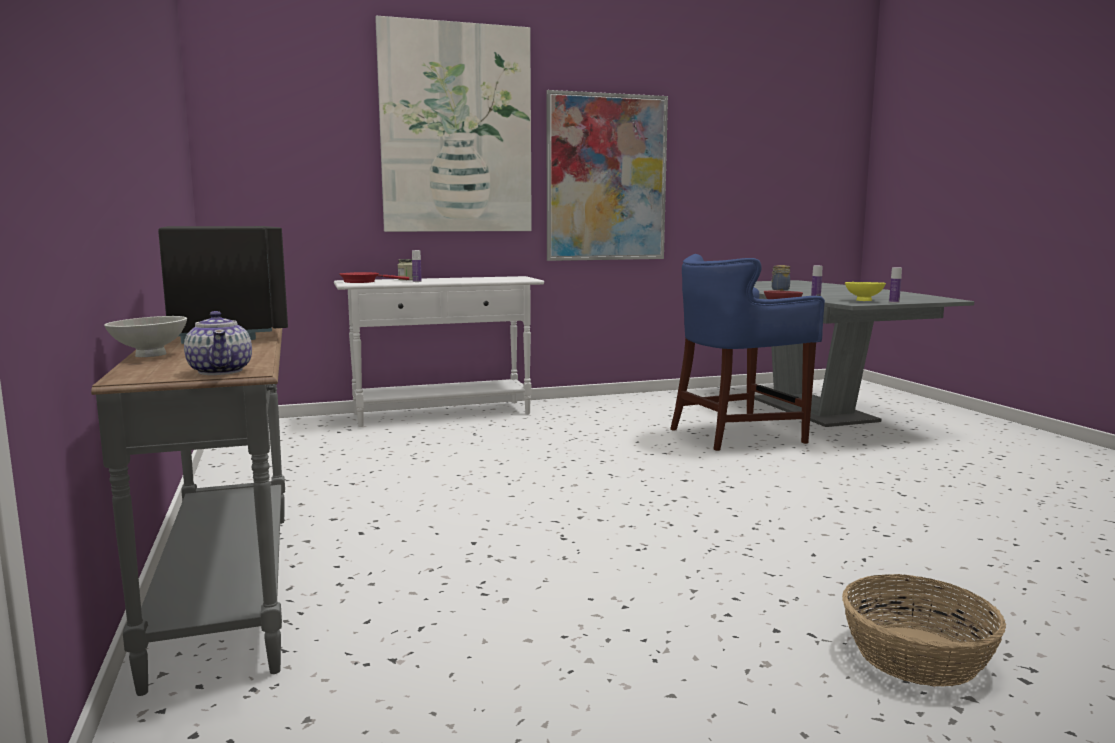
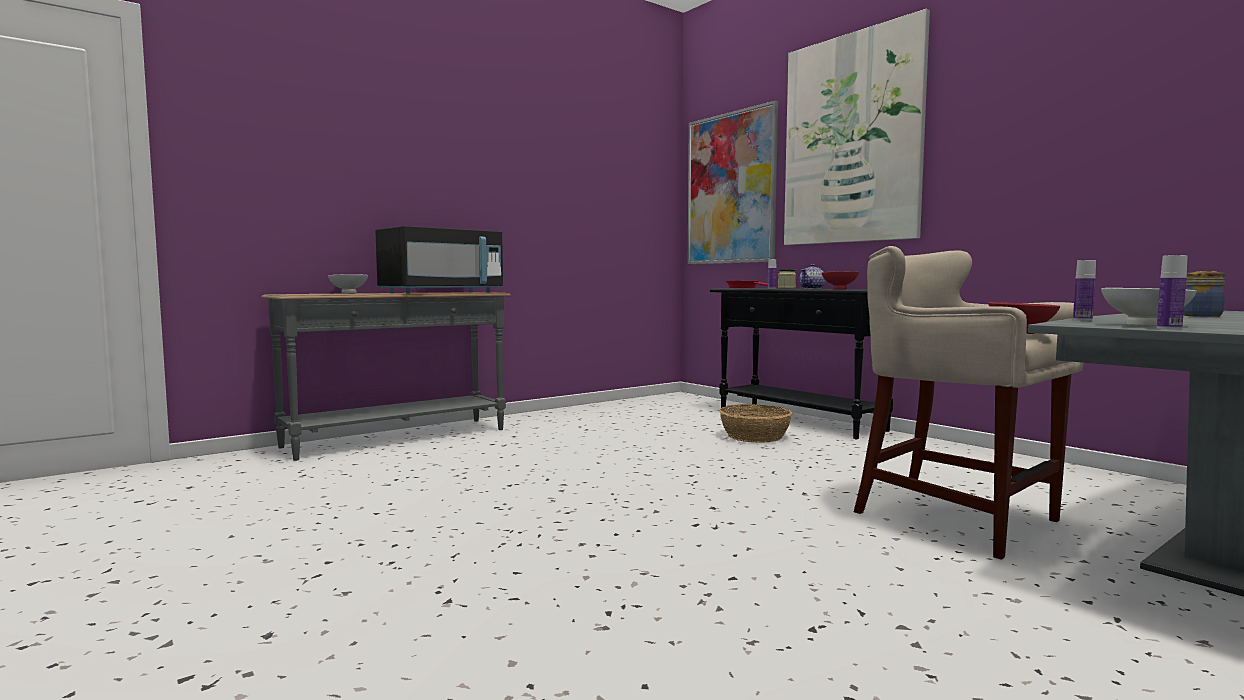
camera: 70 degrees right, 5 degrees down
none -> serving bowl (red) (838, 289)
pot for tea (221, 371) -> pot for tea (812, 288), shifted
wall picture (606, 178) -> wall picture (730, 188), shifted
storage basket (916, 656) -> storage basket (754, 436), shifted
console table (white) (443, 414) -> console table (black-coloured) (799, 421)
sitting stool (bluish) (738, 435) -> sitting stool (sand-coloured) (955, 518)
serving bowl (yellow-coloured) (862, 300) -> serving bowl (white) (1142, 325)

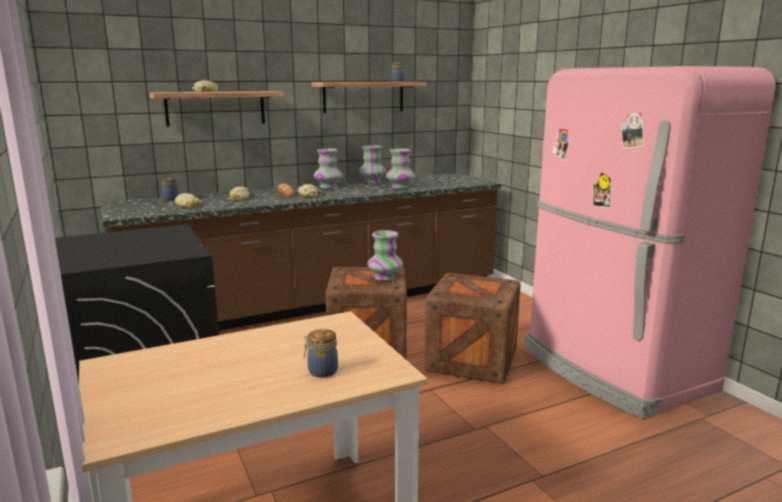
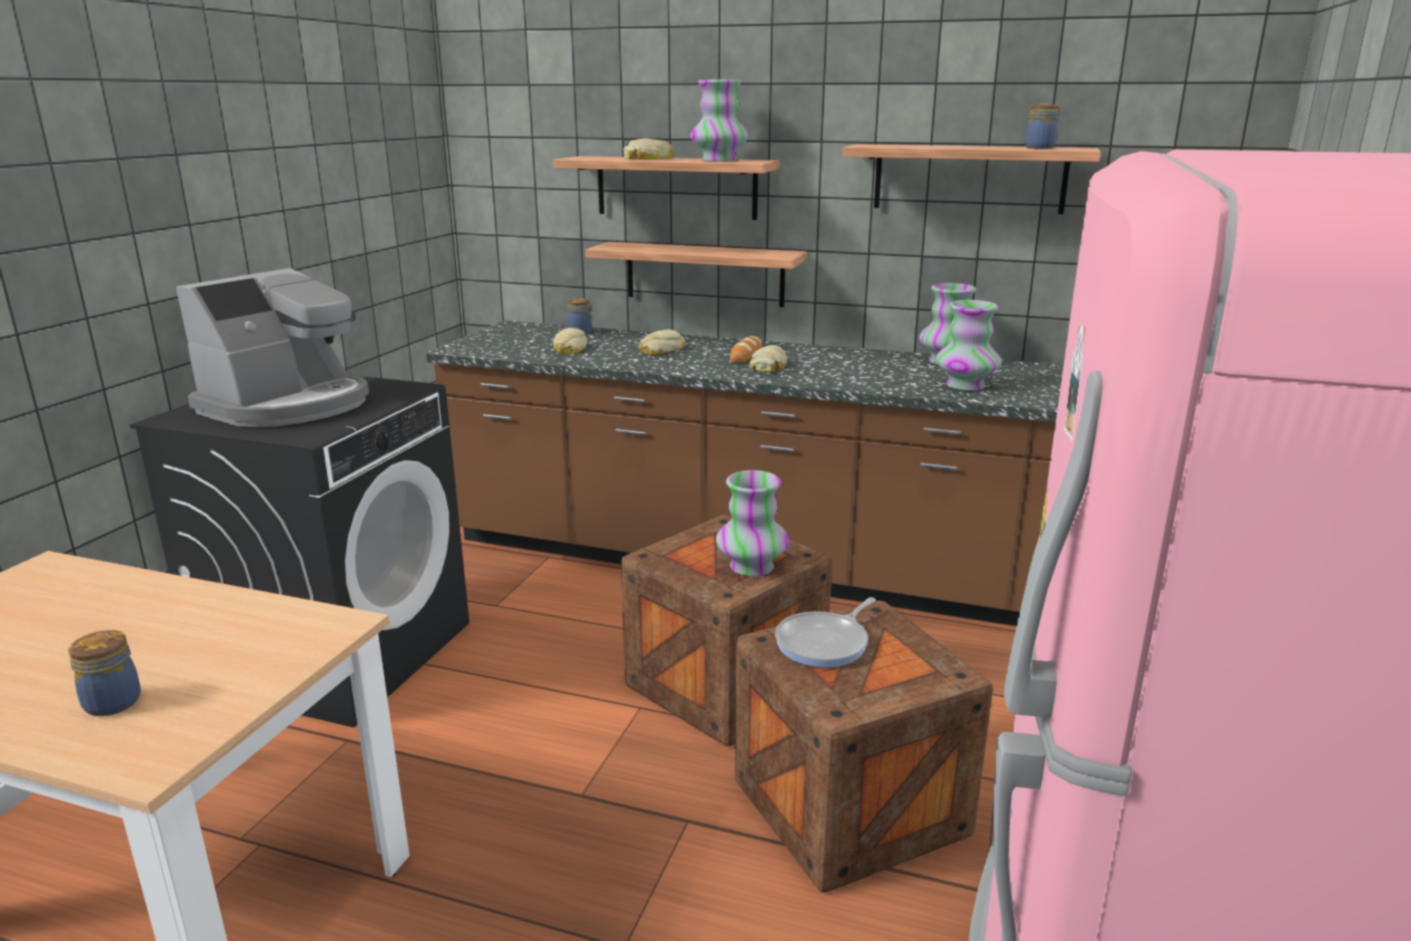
camera: 45 degrees right, 5 degrees up
none -> coffee machine (289, 405)
none -> shelf (704, 274)
none -> frying pan (825, 643)
vase (328, 187) -> vase (719, 161), shifted

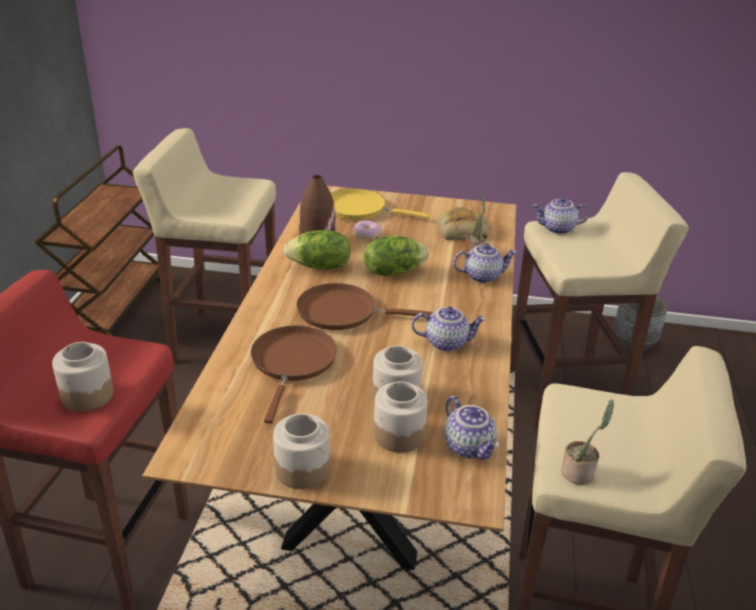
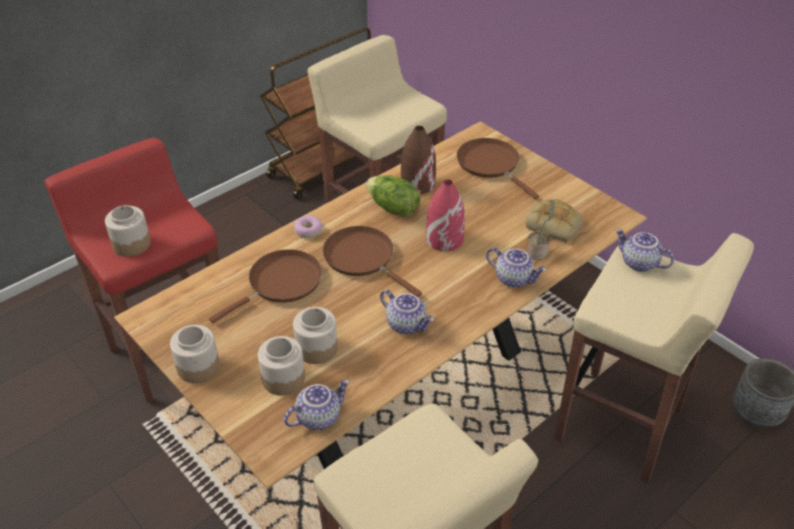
camera: 40 degrees right, 10 degrees up
plant in a pot (579, 472) -> none
ring doughnut (367, 234) -> ring doughnut (308, 231), shifted
lettuce (393, 271) -> vase (red) (444, 239)
frying pan (yellow-coloured) (359, 209) -> frying pan (brown) (490, 164)
pot for tea (470, 447) -> pot for tea (318, 416), 135 degrees counterclockwise

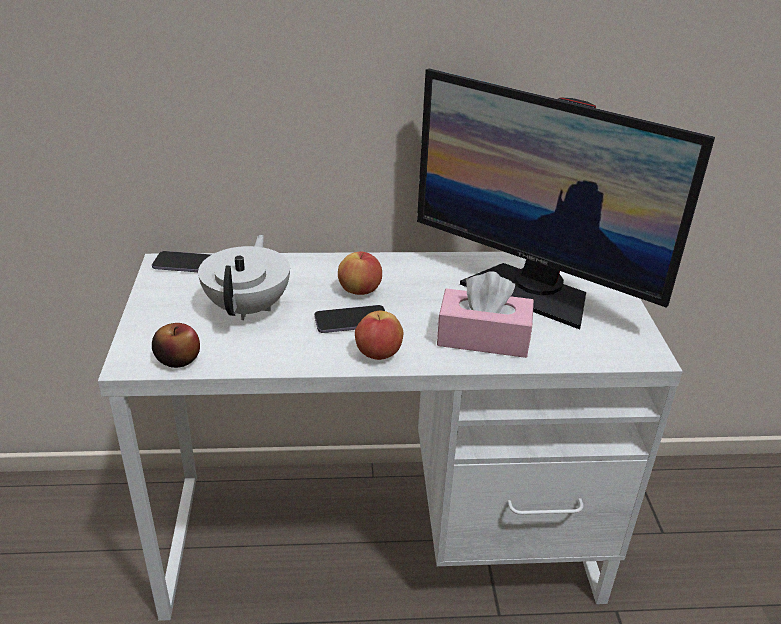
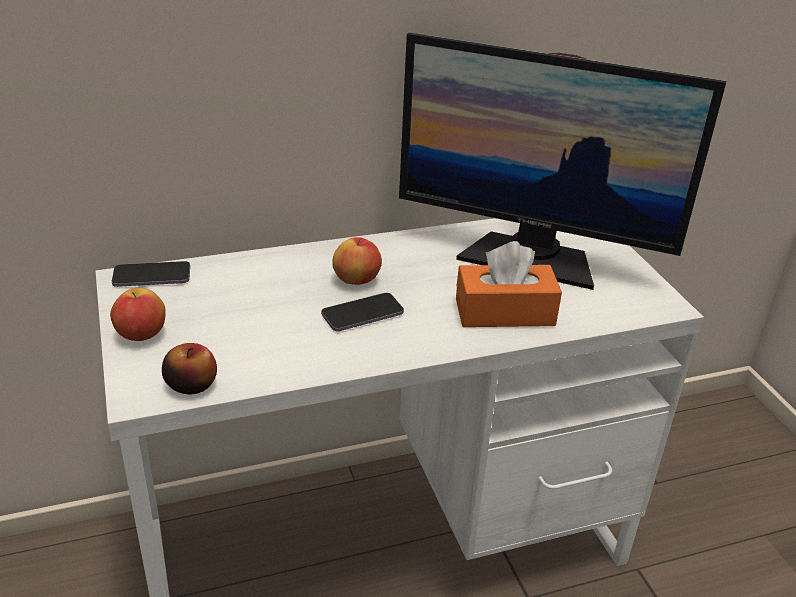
camera: 15 degrees left, 0 degrees up
pot for tea (white) (249, 307) -> none
apple (378, 354) -> apple (141, 335), shifted
box of tissues (pink) (483, 338) -> box of tissues (orange) (504, 312)

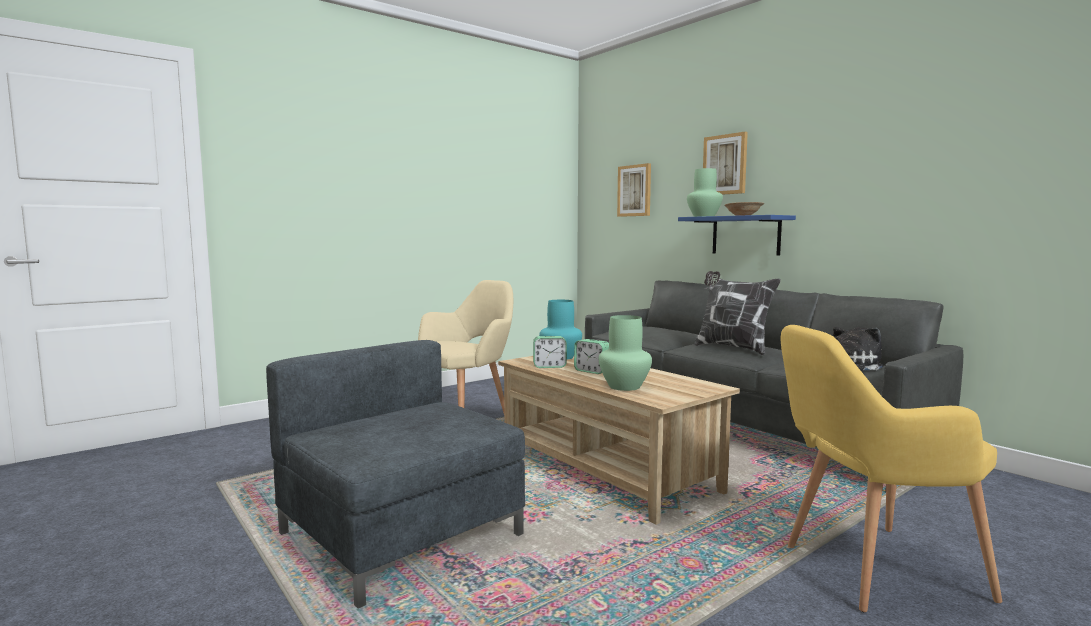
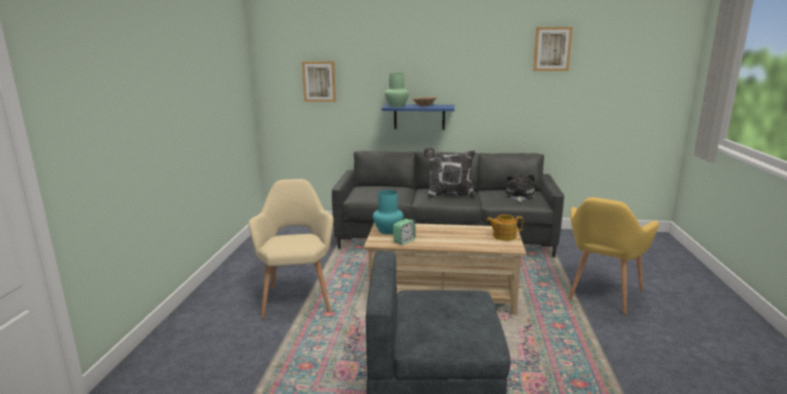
camera: 45 degrees left, 10 degrees up
alarm clock (592, 371) -> none
vase (green) (625, 387) -> none
none -> pot for tea (503, 236)
wall picture (725, 164) -> wall picture (552, 49), shifted

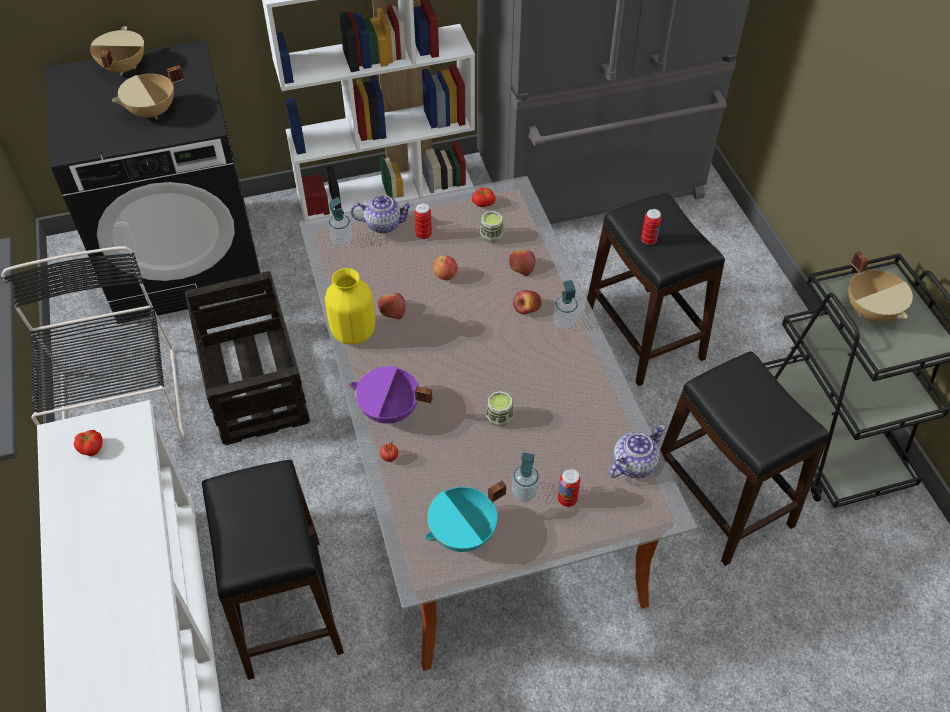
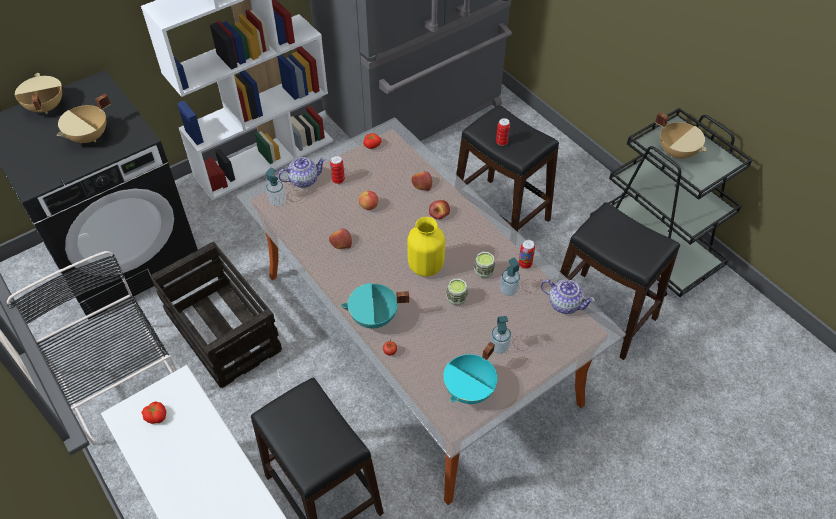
camera: 20 degrees left, 0 degrees up
vase (yellow-coloured) (353, 332) -> vase (yellow-coloured) (425, 266), shifted
small cup (491, 236) -> small cup (483, 272), shifted
soap dispenser (564, 322) -> soap dispenser (508, 290), shifted
metal can (567, 499) -> metal can (525, 264), shifted
stockpot (purple) (389, 411) -> stockpot (blue-green) (374, 318)
pot for tea (633, 464) -> pot for tea (564, 303), 90 degrees clockwise

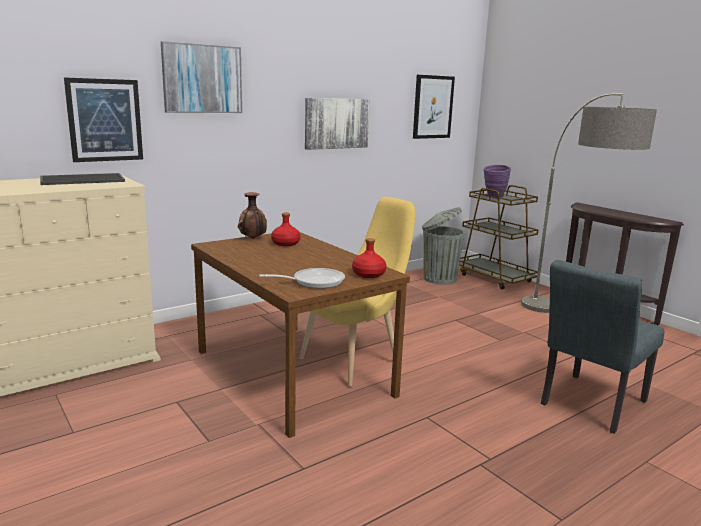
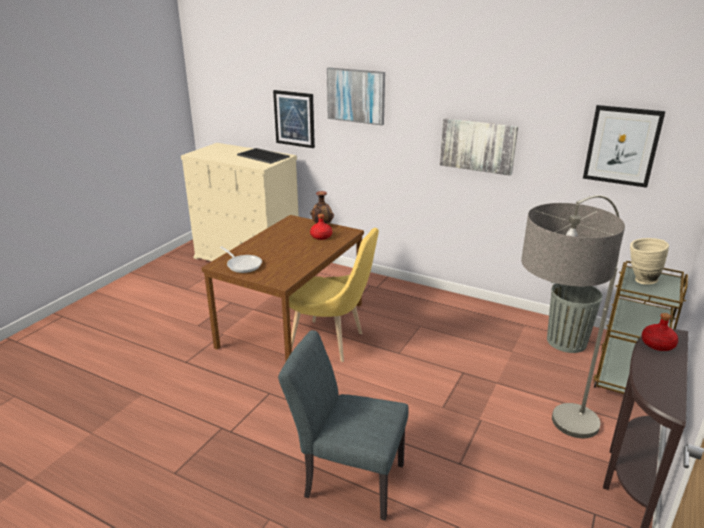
camera: 65 degrees right, 10 degrees up
beverage bottle (red) (369, 274) -> beverage bottle (red) (658, 345), shifted
vase (purple) (494, 198) -> vase (sand-coloured) (640, 280)

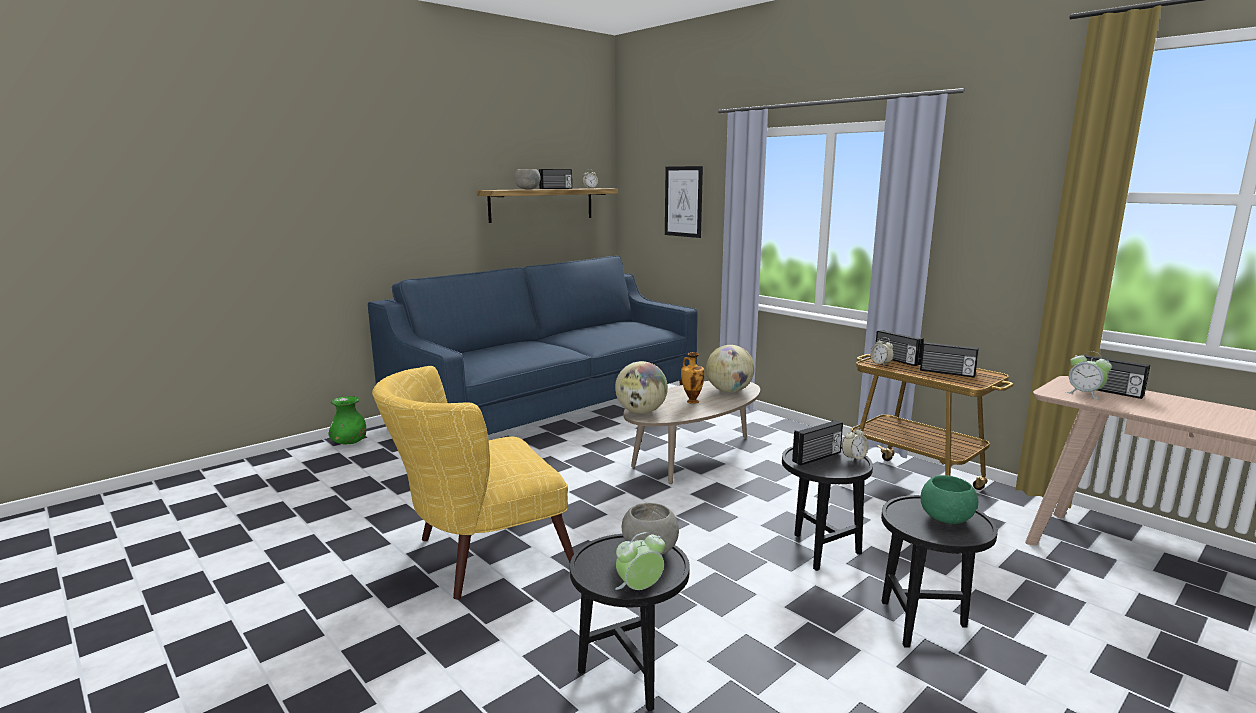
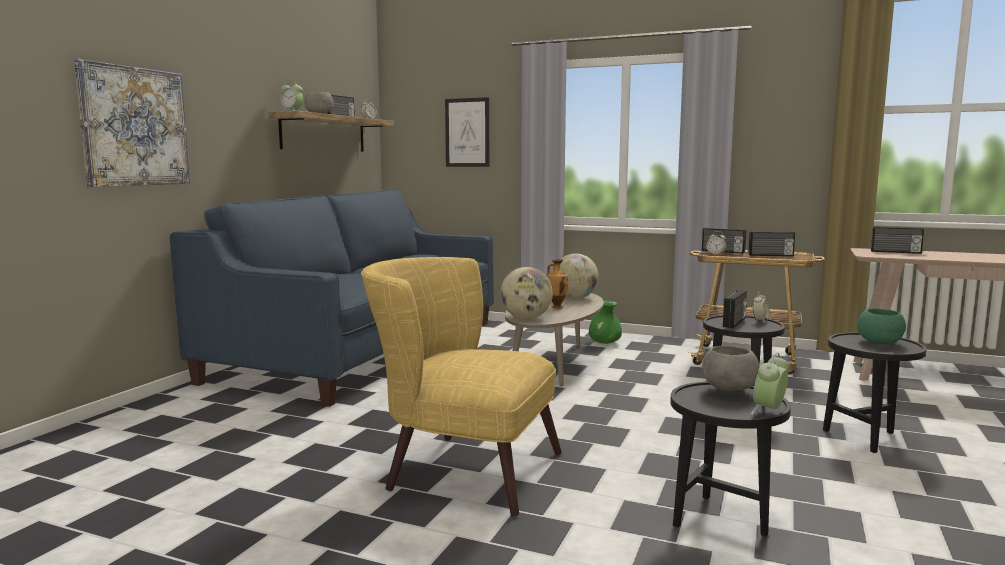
camera: 25 degrees left, 5 degrees down
none -> wall picture (134, 127)
vase (green) (349, 443) -> vase (green) (604, 343), shifted
alarm clock (1084, 394) -> alarm clock (292, 112), shifted
lounge chair (yellow-coloured) (477, 556) -> lounge chair (yellow-coloured) (459, 468), 75 degrees clockwise

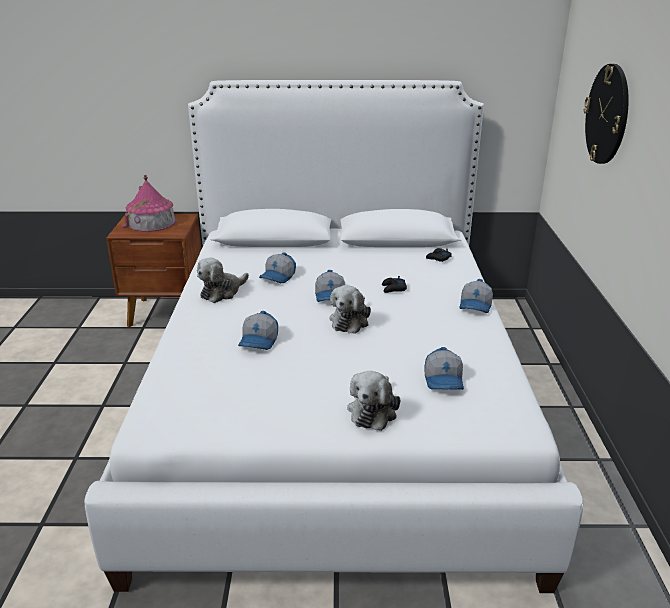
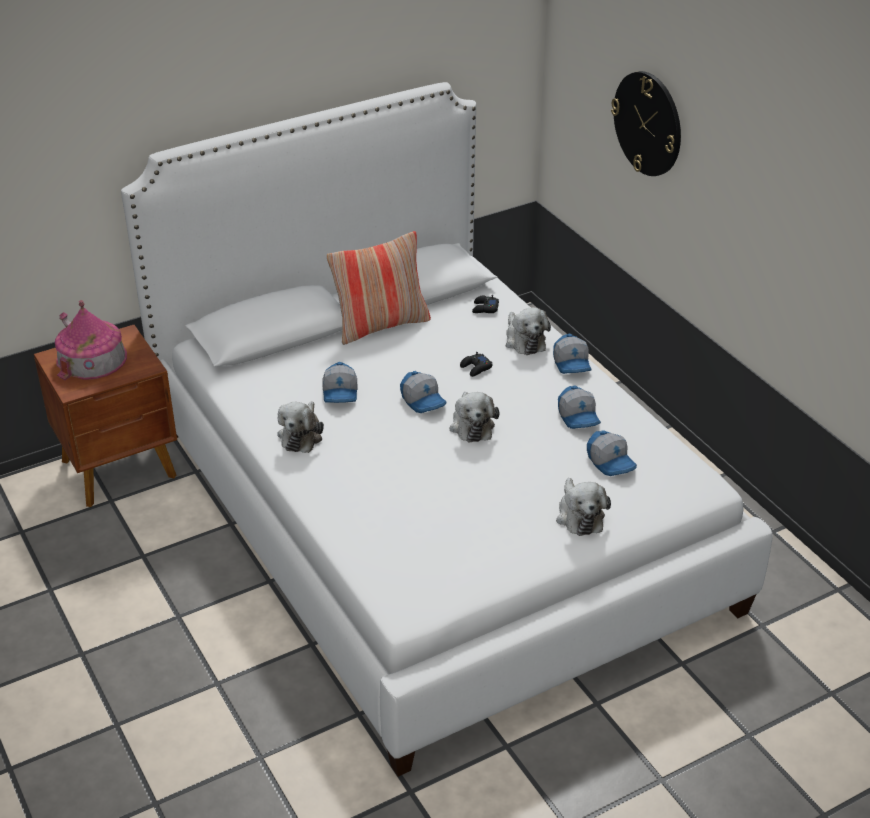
camera: 30 degrees left, 10 degrees up
none -> throw pillow (381, 325)
none -> plush toy (524, 340)
peaked cap (260, 341) -> peaked cap (579, 416), shifted

